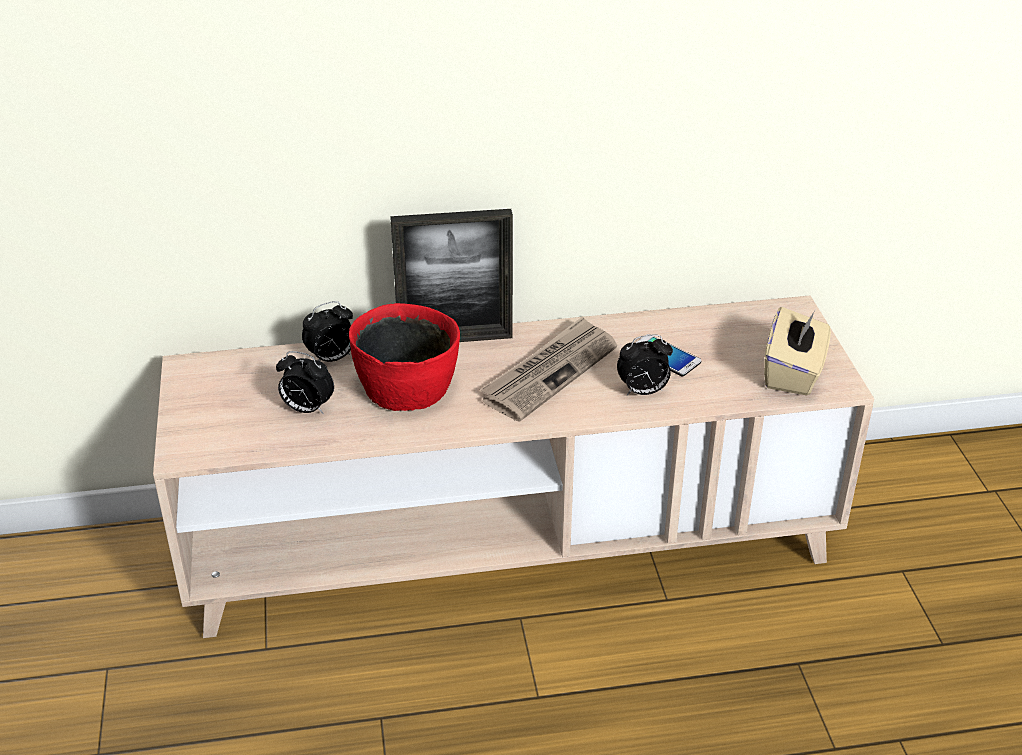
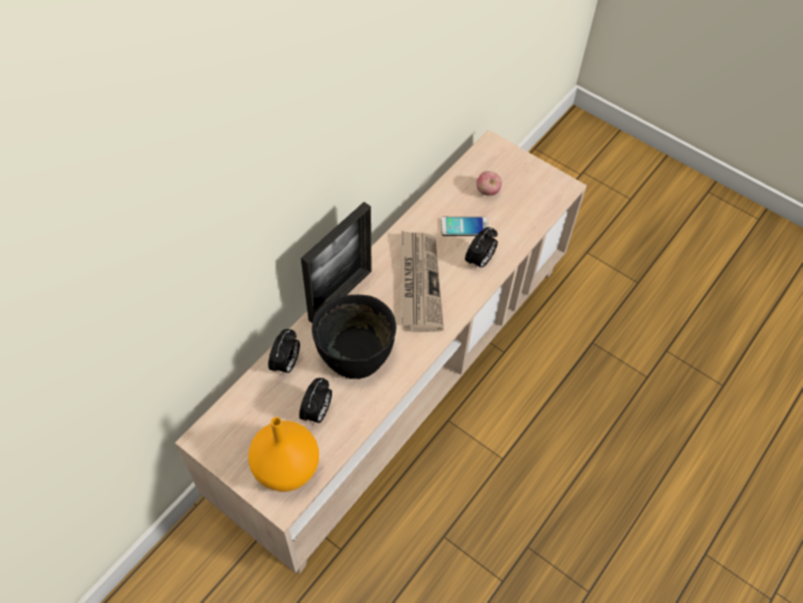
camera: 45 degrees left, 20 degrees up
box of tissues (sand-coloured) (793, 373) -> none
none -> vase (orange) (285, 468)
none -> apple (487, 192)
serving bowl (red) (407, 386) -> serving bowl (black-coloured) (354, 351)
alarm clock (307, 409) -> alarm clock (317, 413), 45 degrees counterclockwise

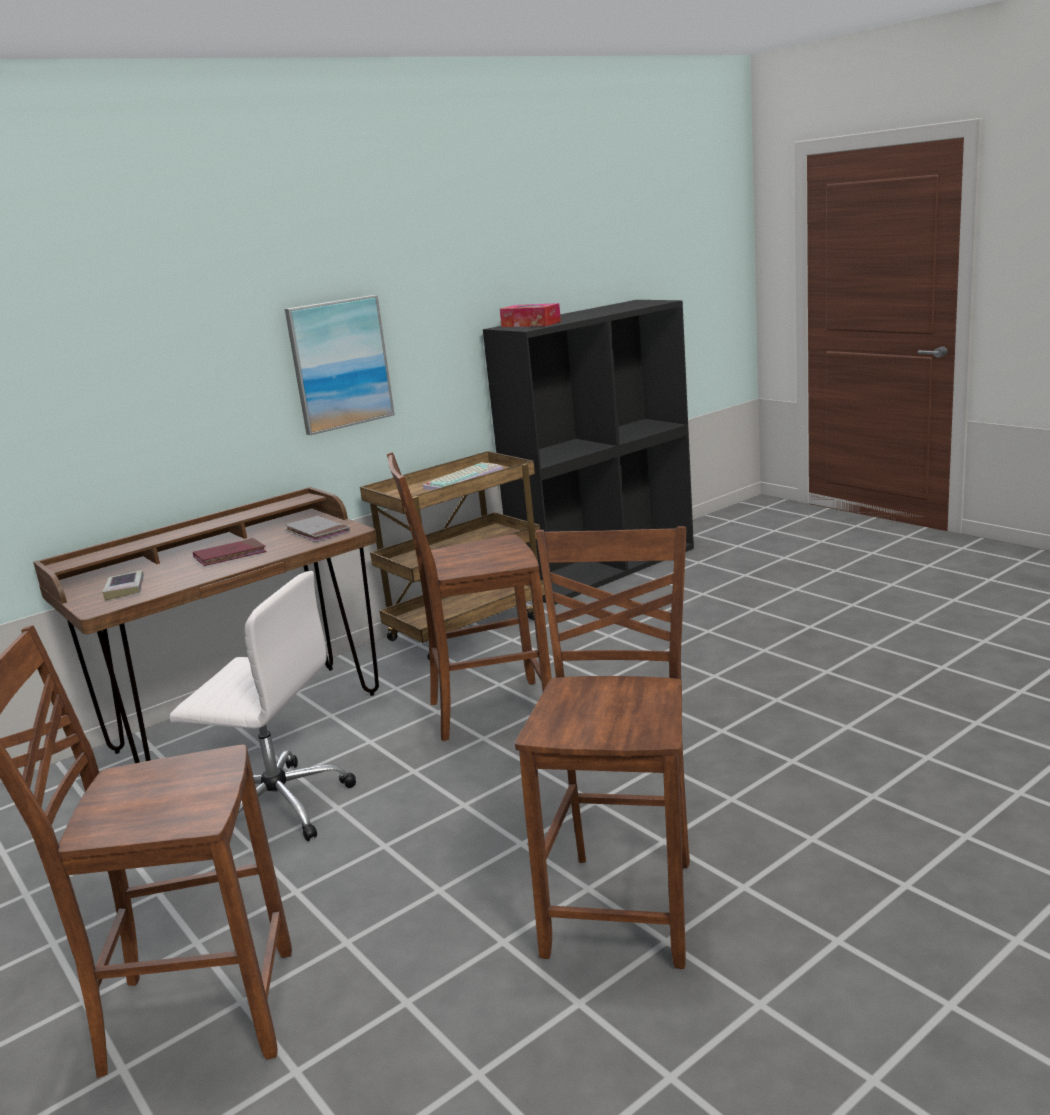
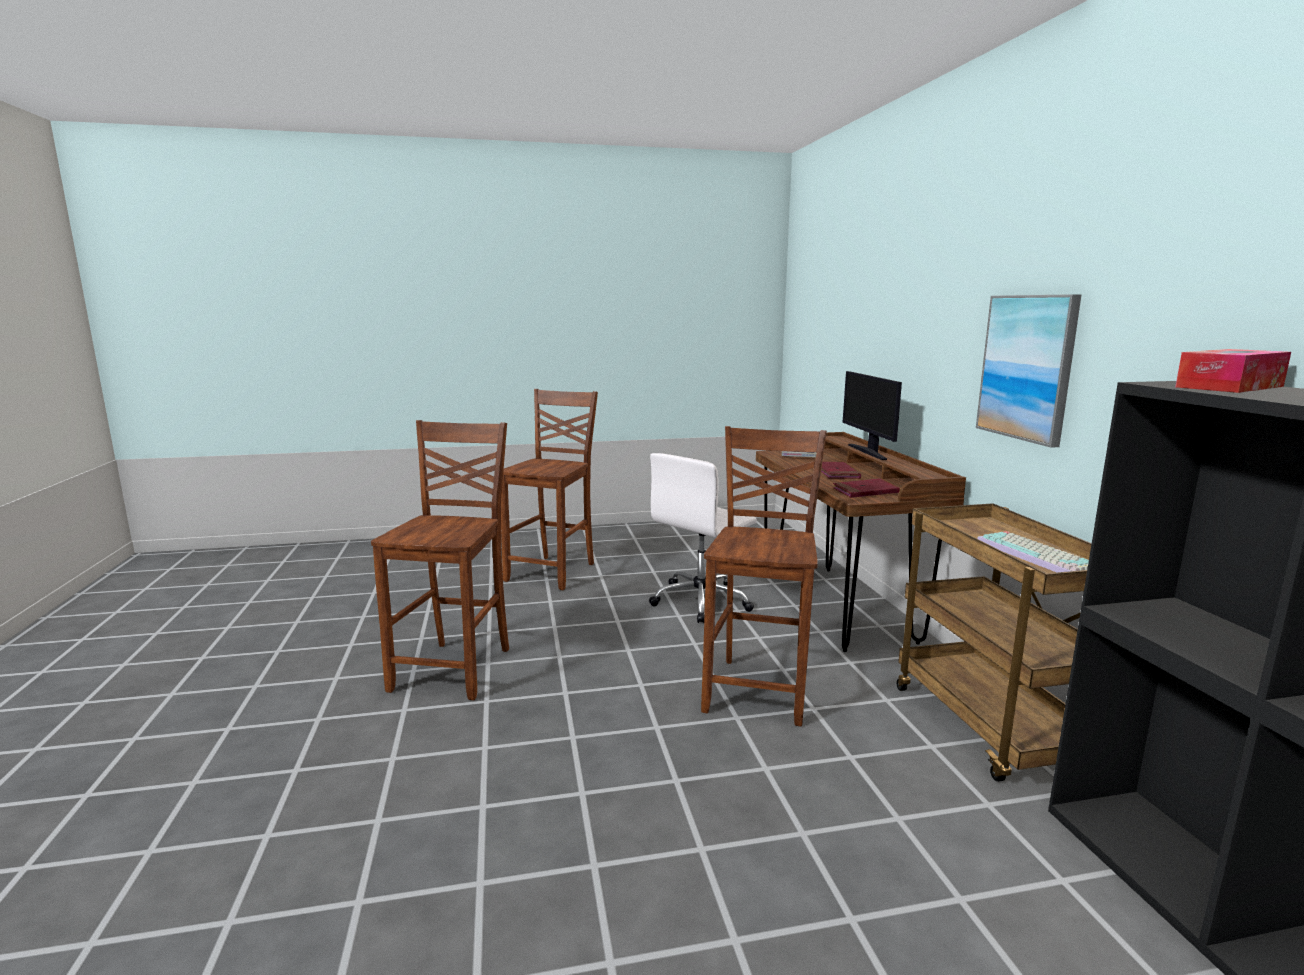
camera: 115 degrees right, 5 degrees down
none -> computer screen (868, 452)
book (gray) (317, 532) -> book (red) (865, 491)
upright chair (brown) (625, 906) -> upright chair (brown) (456, 668), 120 degrees counterclockwise

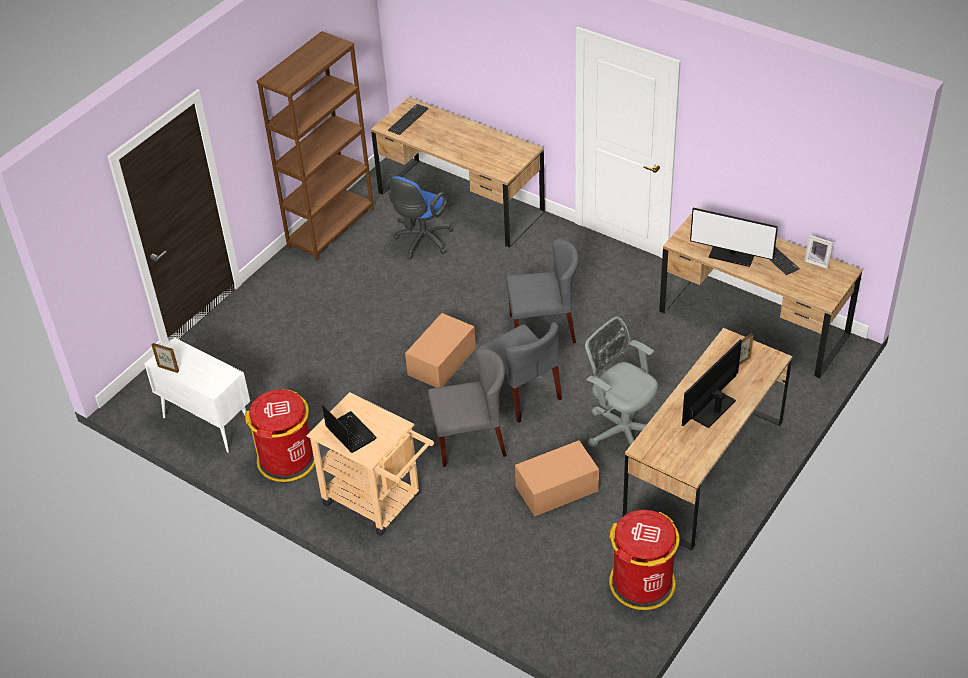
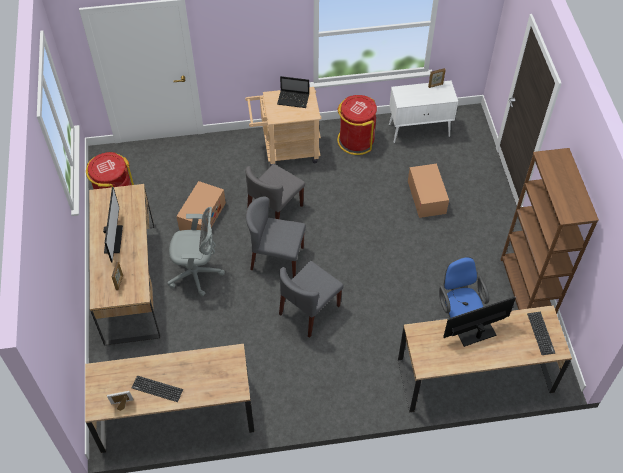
camera: 135 degrees right, 10 degrees up
carton (442, 361) -> carton (426, 197), shifted
computer screen (731, 256) -> computer screen (476, 334), shifted

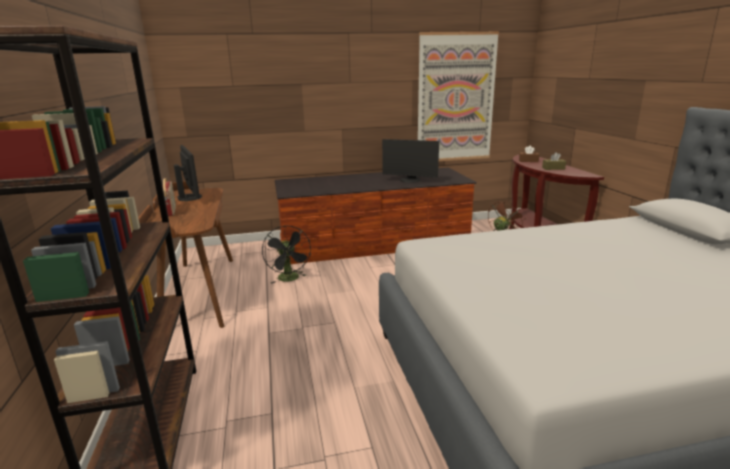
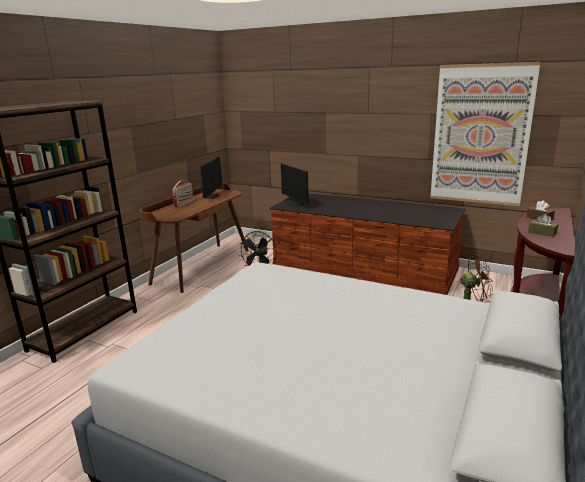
camera: 40 degrees right, 0 degrees up
computer screen (410, 180) -> computer screen (296, 203), shifted

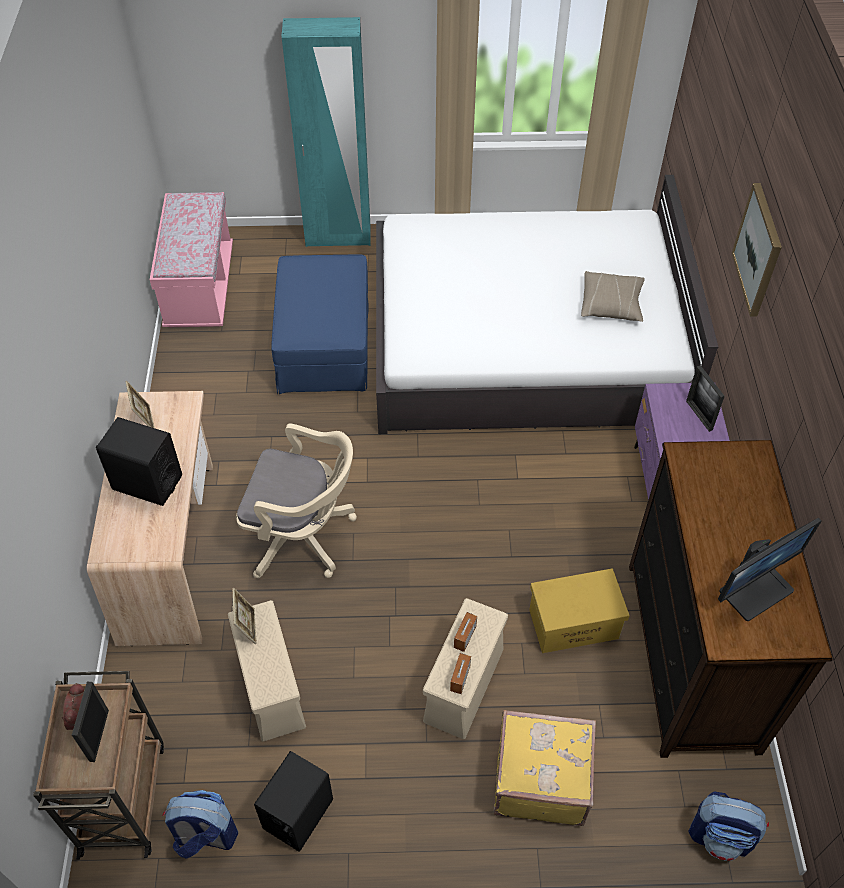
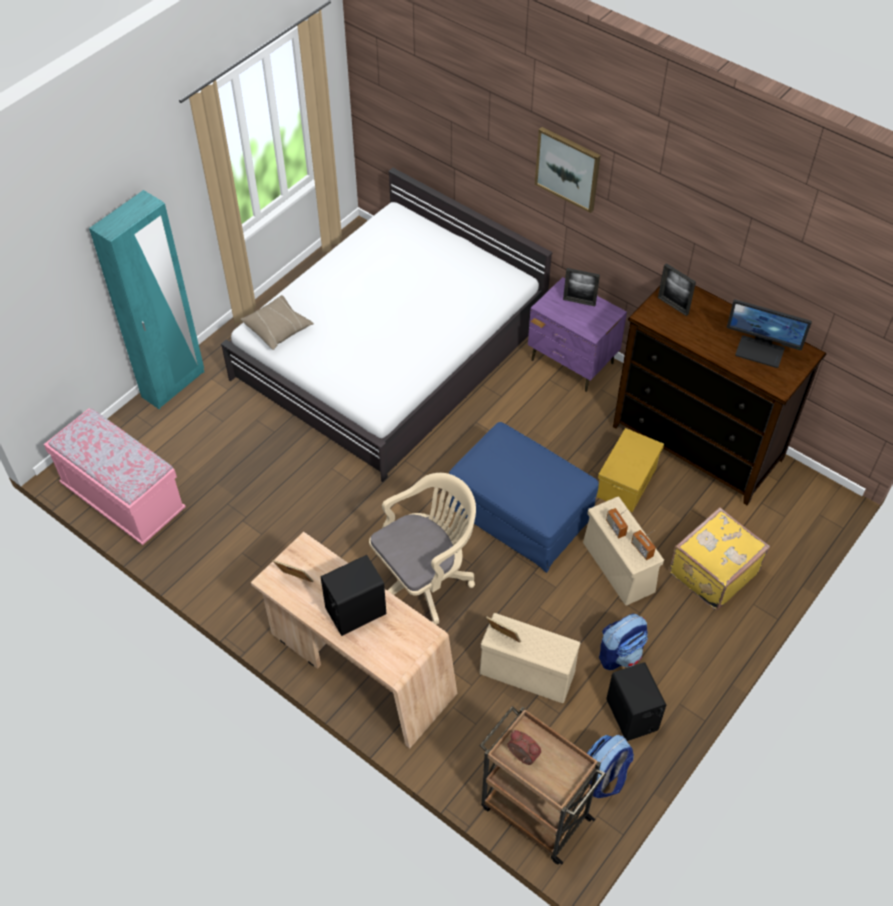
camera: 50 degrees left, 0 degrees up
picture frame (99, 735) -> picture frame (673, 306), shifted
footrest (bluish) (325, 345) -> footrest (bluish) (520, 513), shifted
throw pillow (sand-coloured) (611, 304) -> throw pillow (sand-coloured) (278, 328), shifted
rucksack (721, 836) -> rucksack (620, 653), shifted
computer screen (755, 589) -> computer screen (760, 351), 105 degrees clockwise

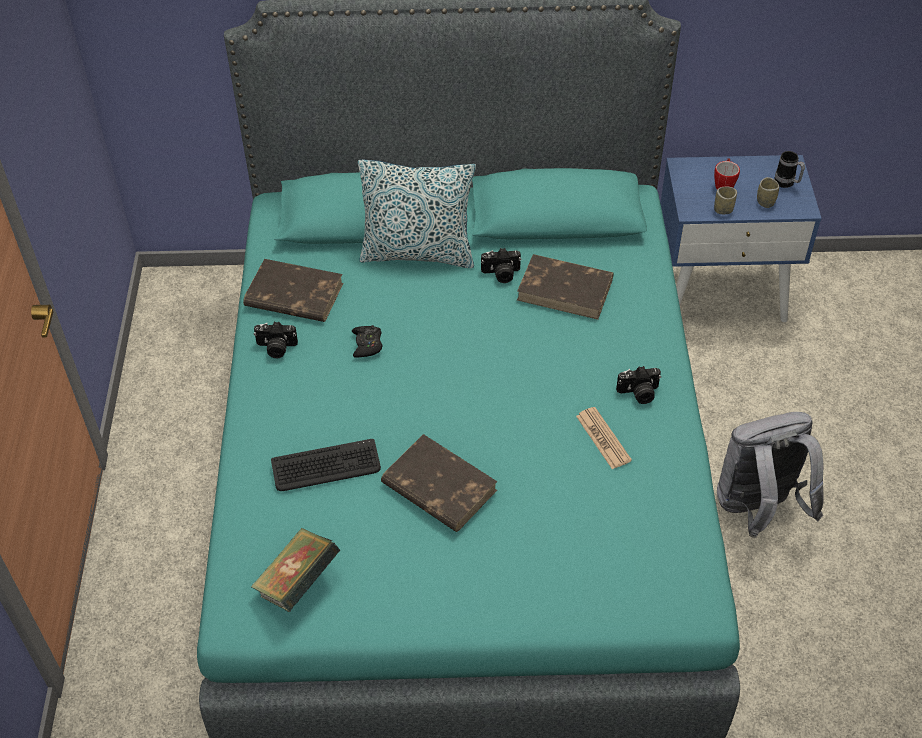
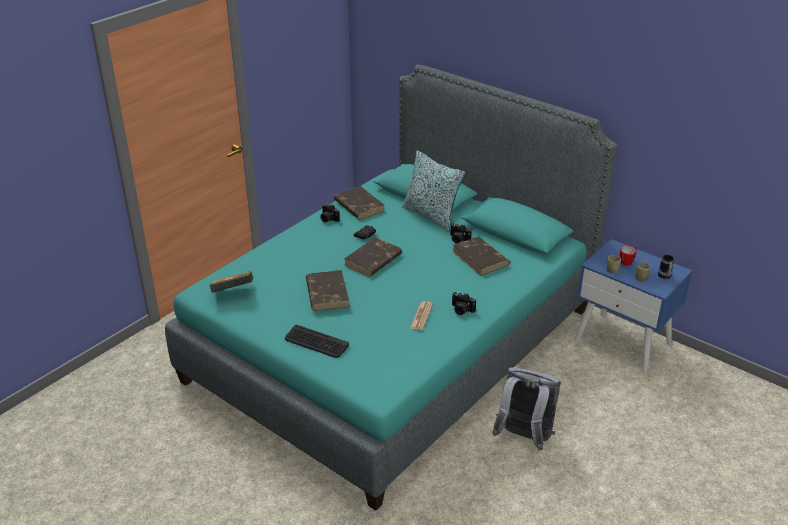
camera: 40 degrees right, 15 degrees down
none -> book (brown) (372, 260)
computer keyboard (326, 466) -> computer keyboard (316, 342), shifted

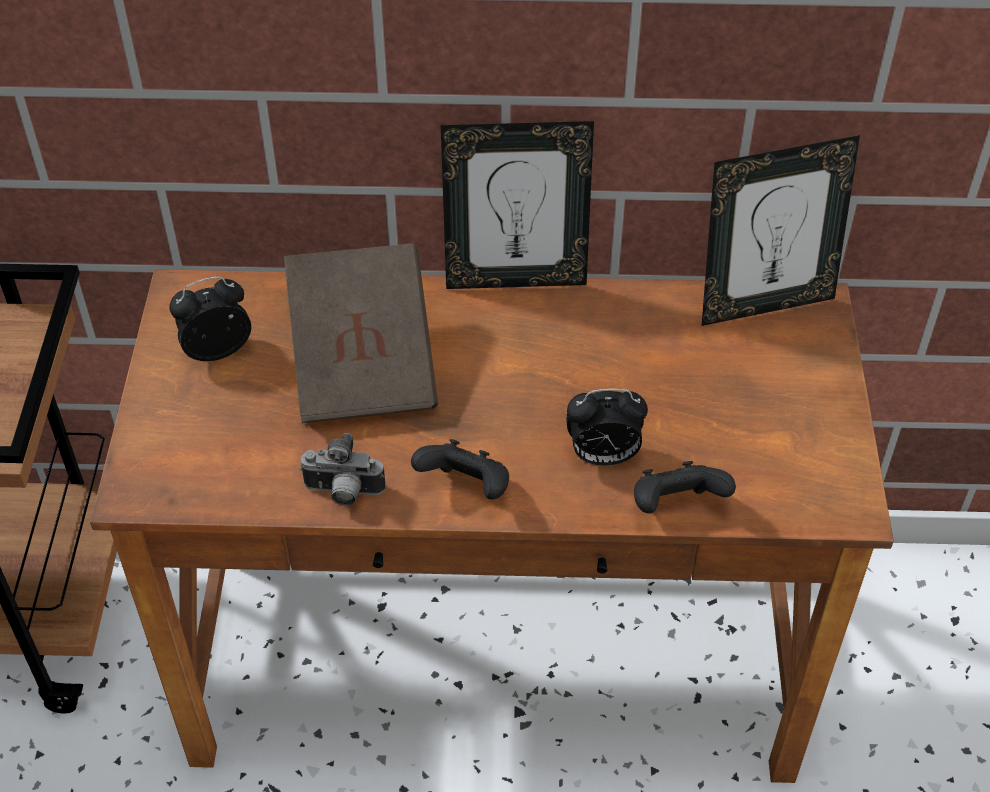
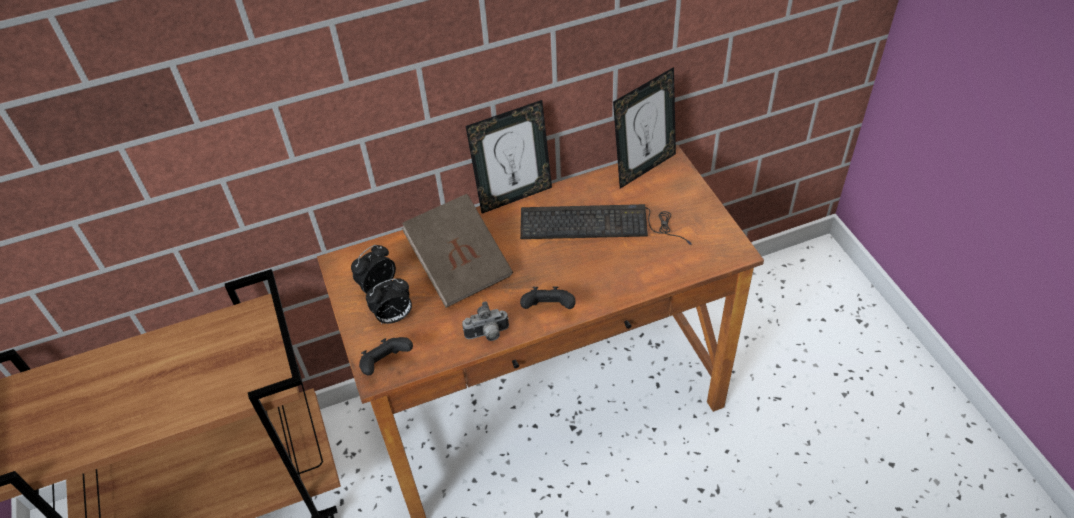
camera: 20 degrees left, 0 degrees up
none -> computer keyboard (600, 224)
alarm clock (603, 456) -> alarm clock (394, 317), shifted
joypad (black-coloured) (676, 506) -> joypad (black-coloured) (386, 364), shifted

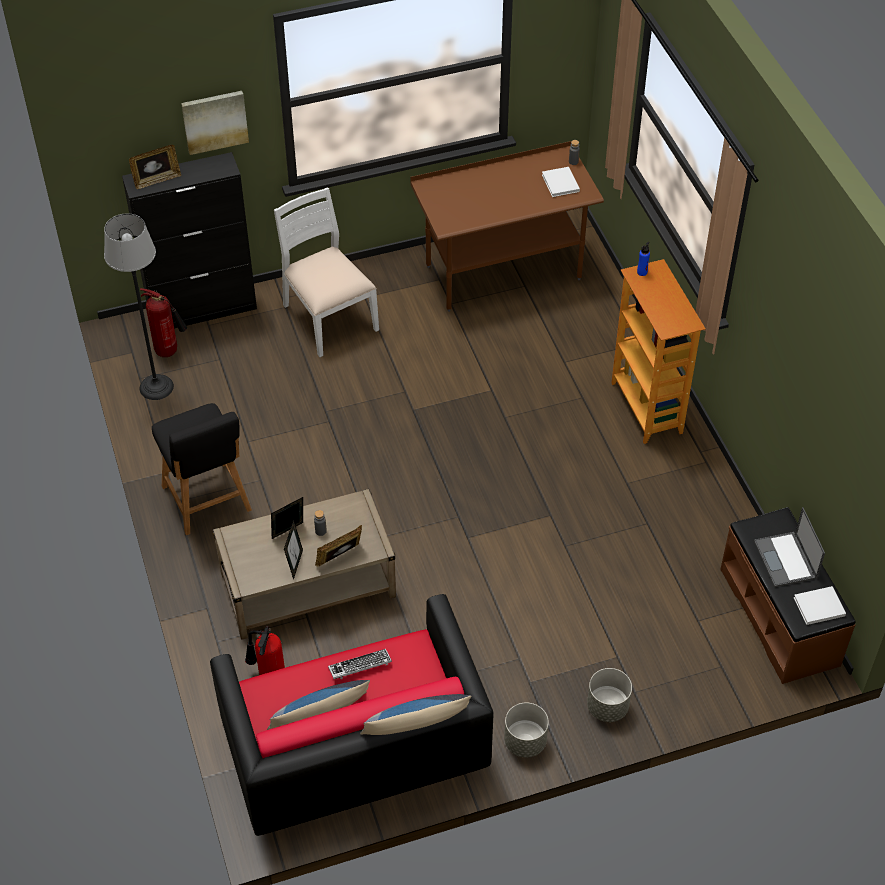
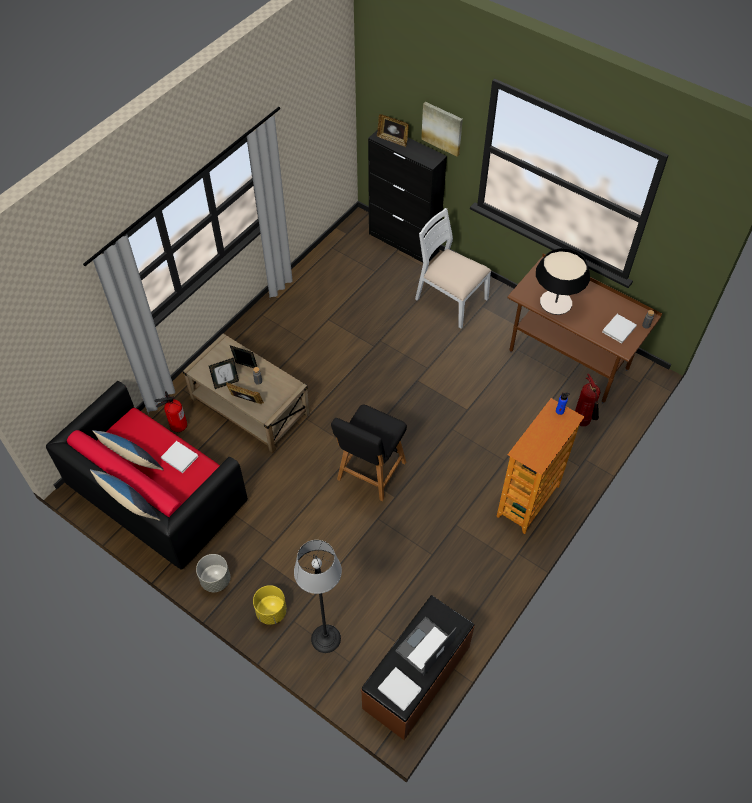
camera: 55 degrees right, 5 degrees up
none -> table lamp (556, 302)
standing lamp (156, 387) -> standing lamp (325, 638), shifted
extinguisher (169, 352) -> extinguisher (582, 423), shifted
upright chair (black-coloured) (208, 502) -> upright chair (black-coloured) (370, 473), shifted
computer keyboard (360, 667) -> book (white) (179, 457)
plant pot (gray) (607, 707) -> plant pot (yellow-coloured) (271, 611)
upright chair (white) (328, 318) -> upright chair (white) (450, 299), 75 degrees counterclockwise

